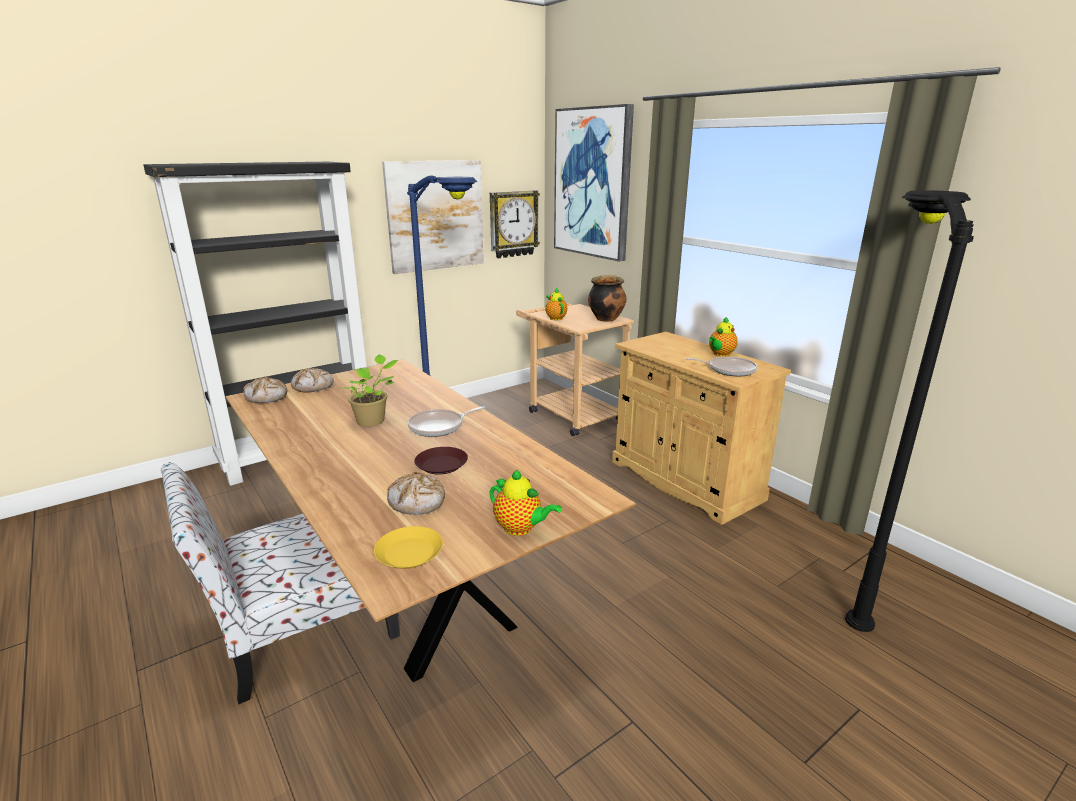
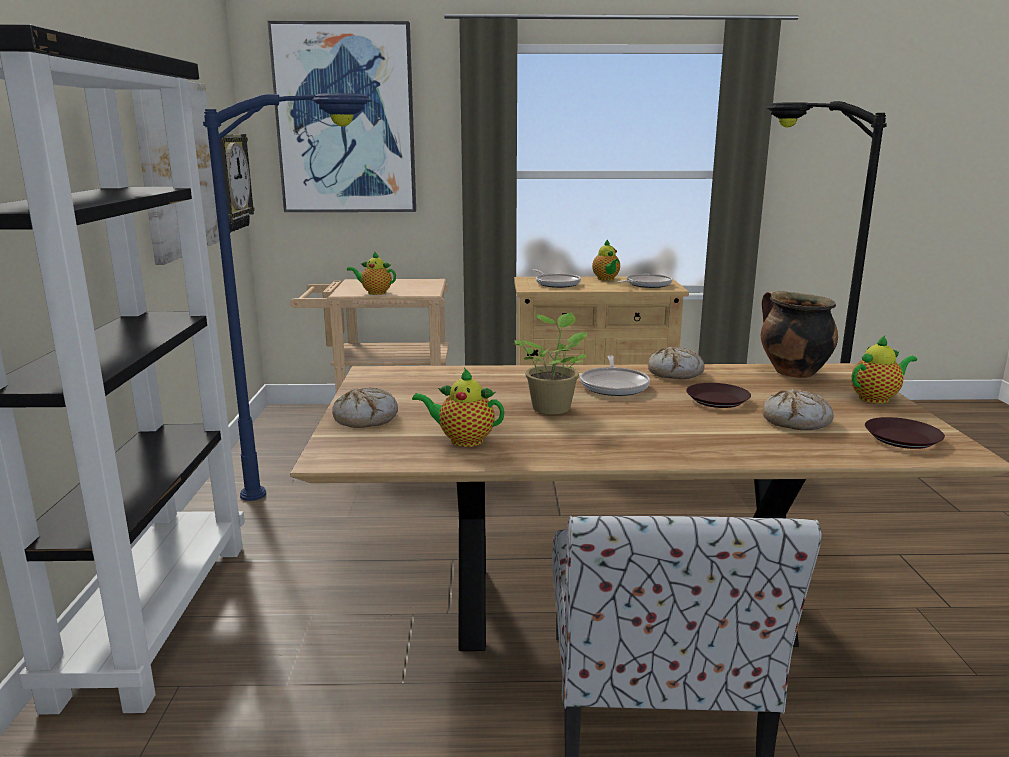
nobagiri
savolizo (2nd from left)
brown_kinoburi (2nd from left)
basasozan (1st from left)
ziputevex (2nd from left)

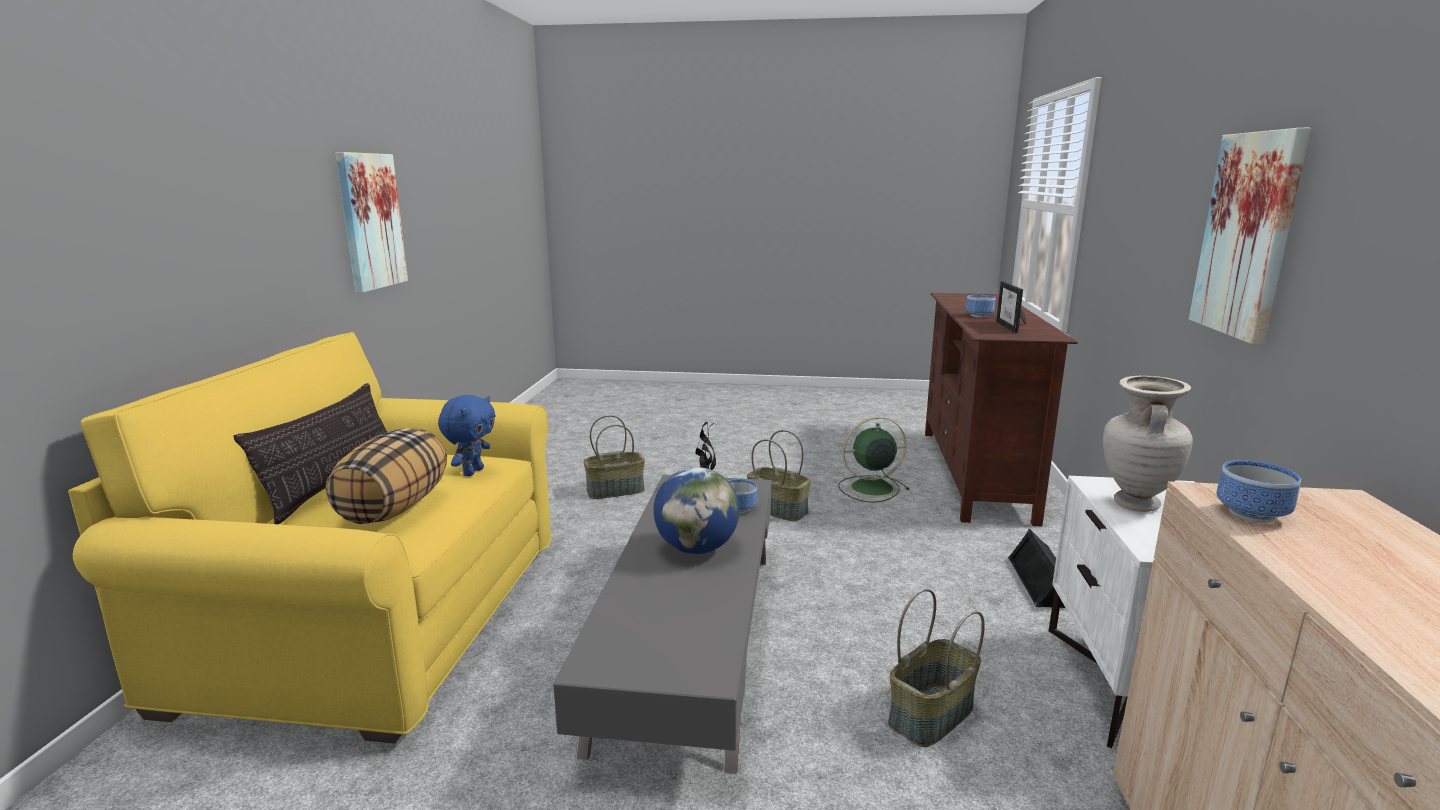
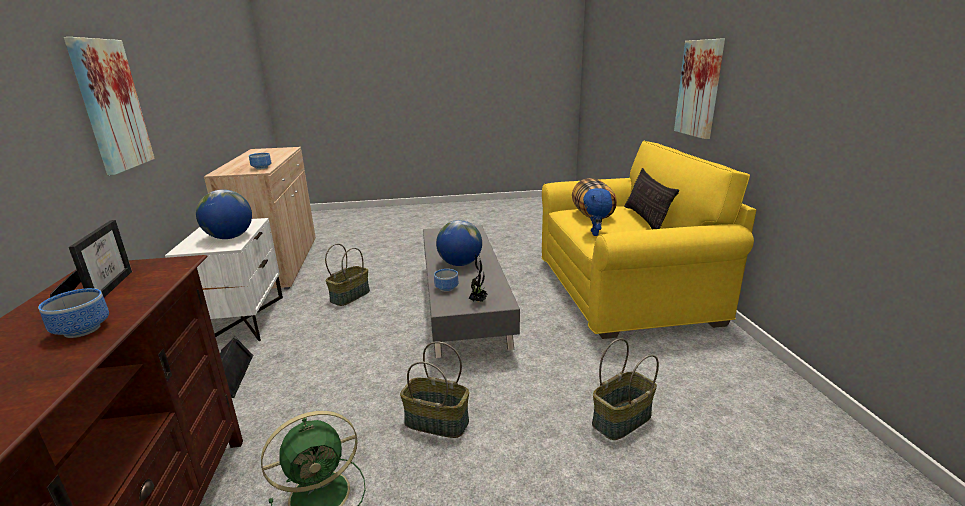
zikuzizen (2nd from left)
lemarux (1st from left)

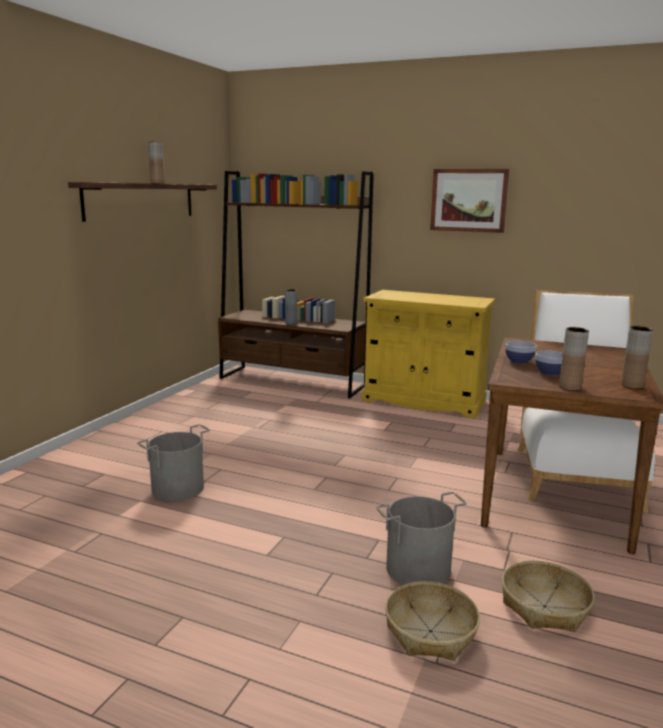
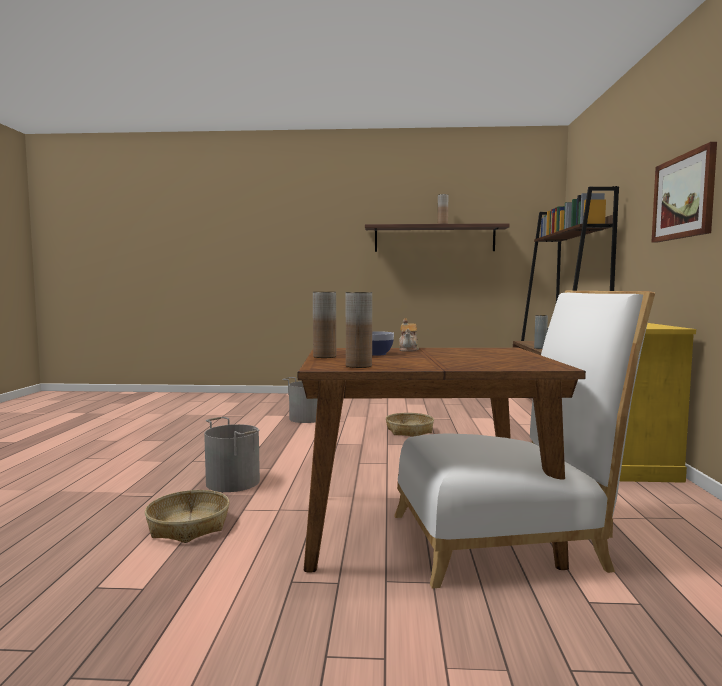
ziputevex
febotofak (2nd from left)

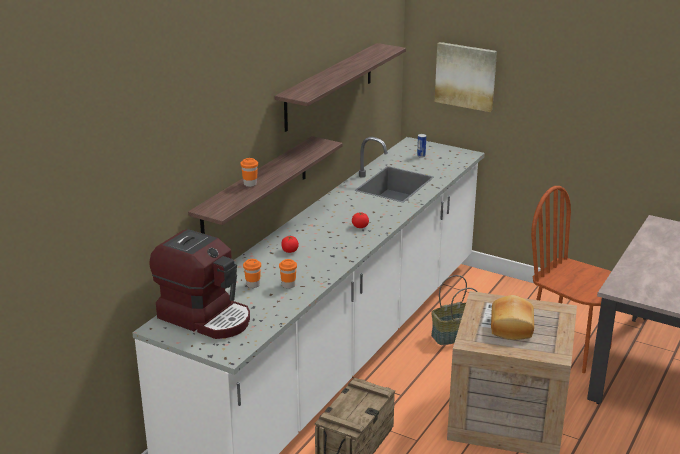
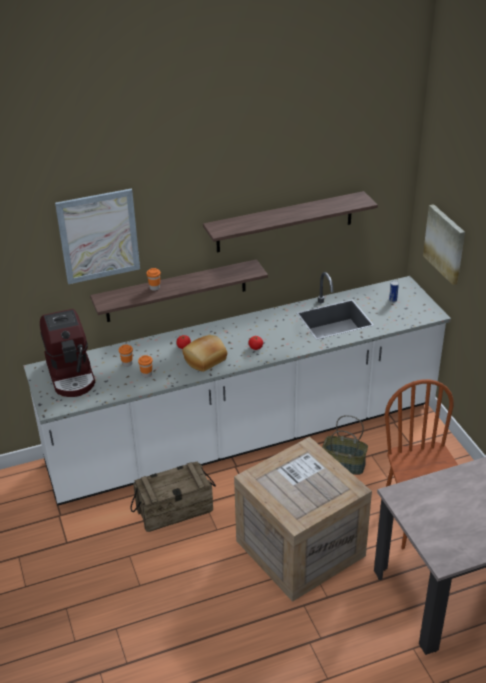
savolizo
zikuzizen (1st from left)

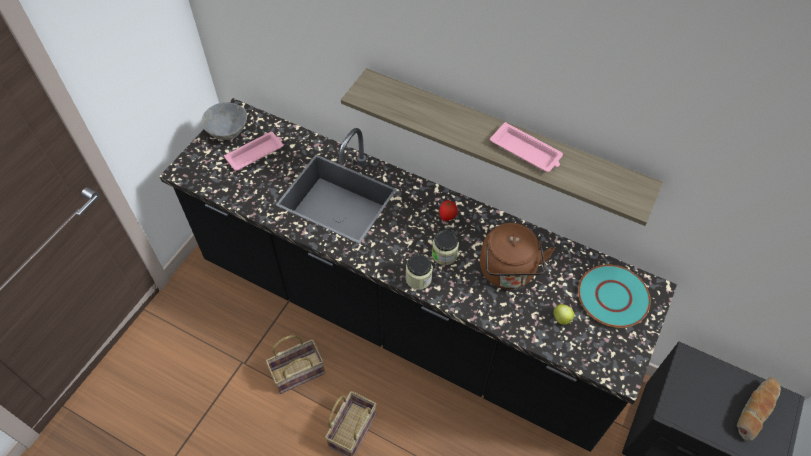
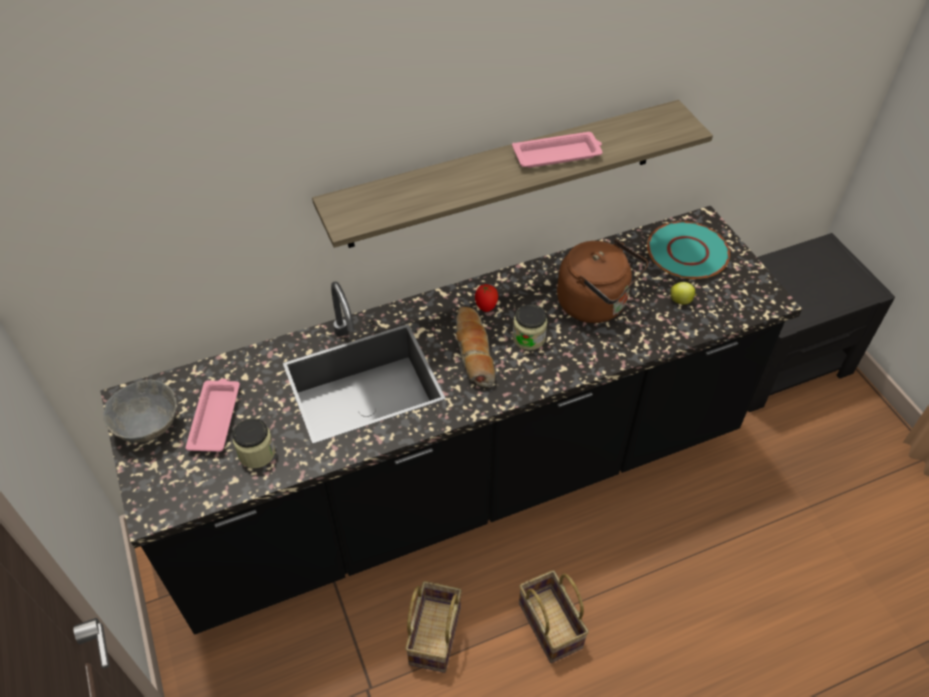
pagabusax (1st from left)
savolizo

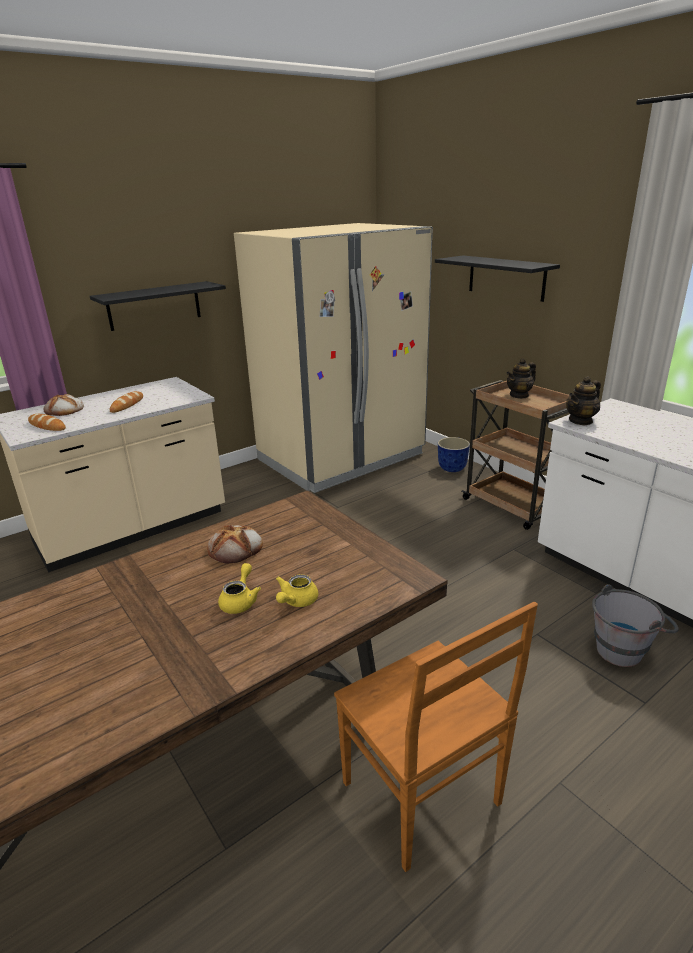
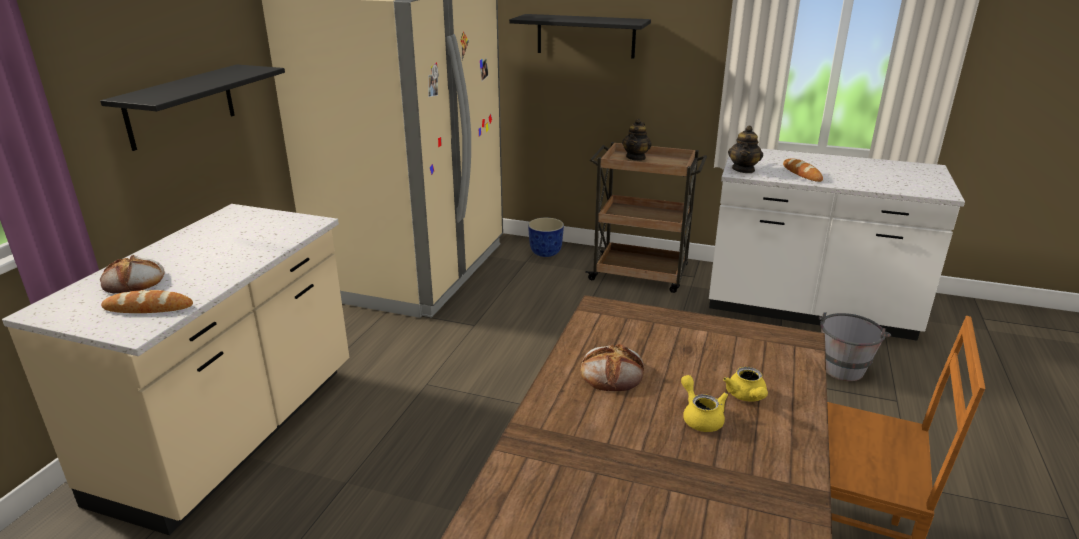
savolizo (4th from left)

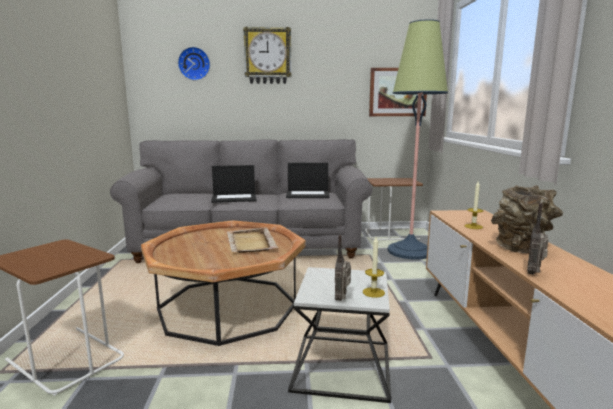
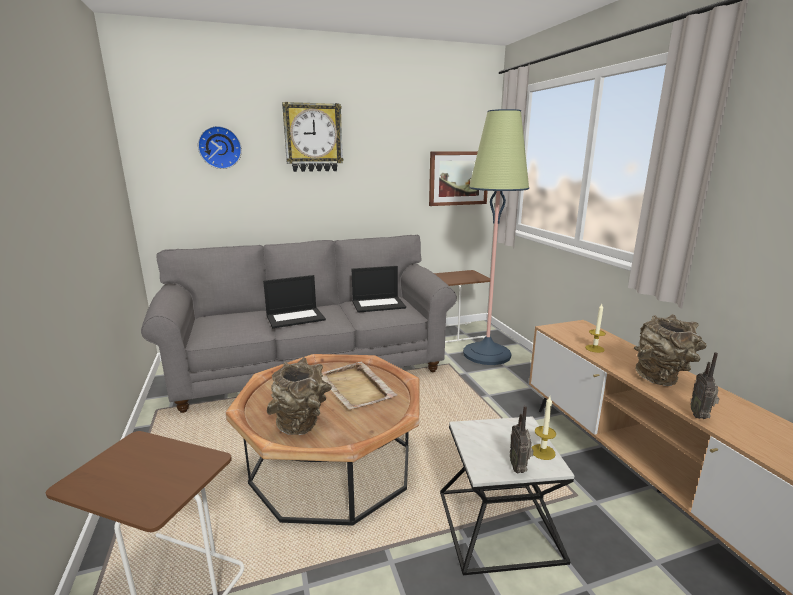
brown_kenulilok (1st from left)

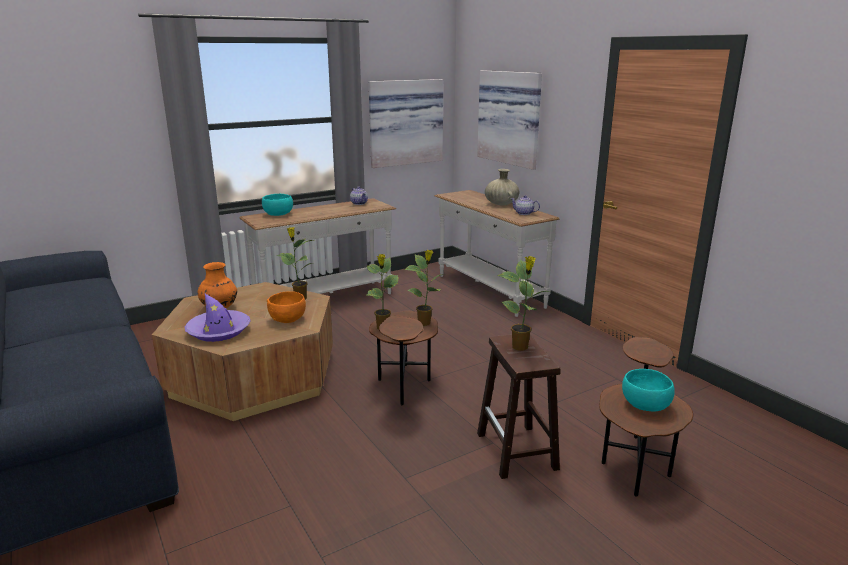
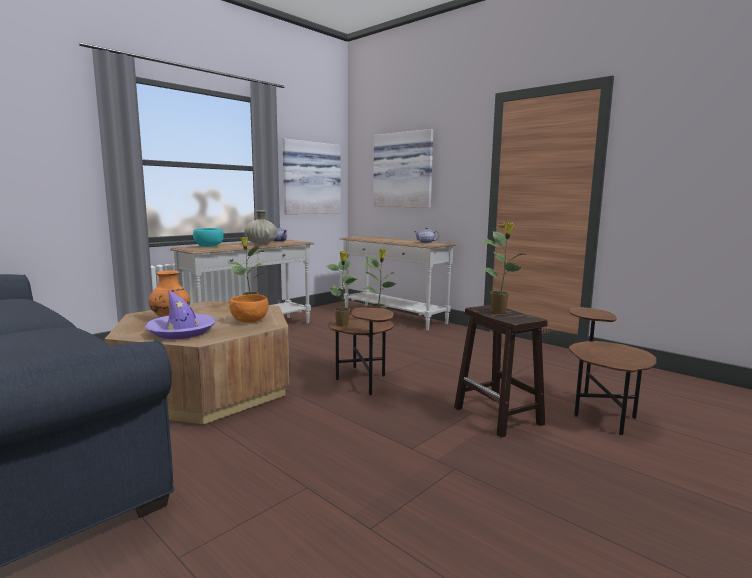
beige_kenulilok
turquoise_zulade (2nd from left in the first image)

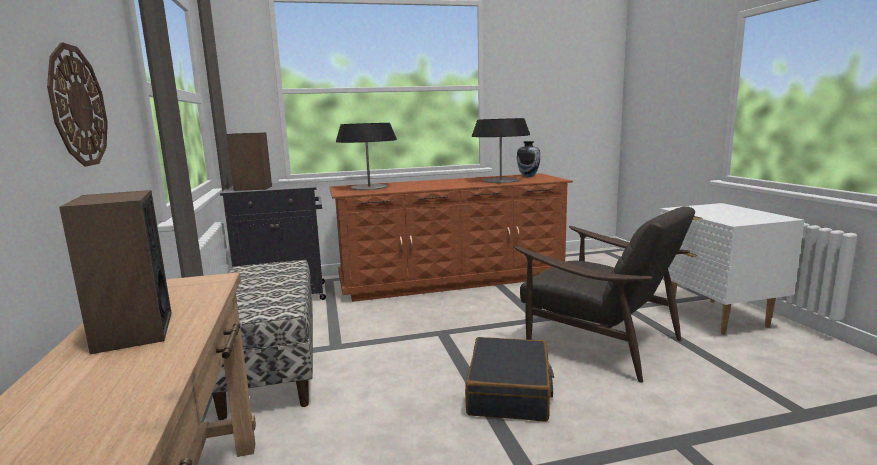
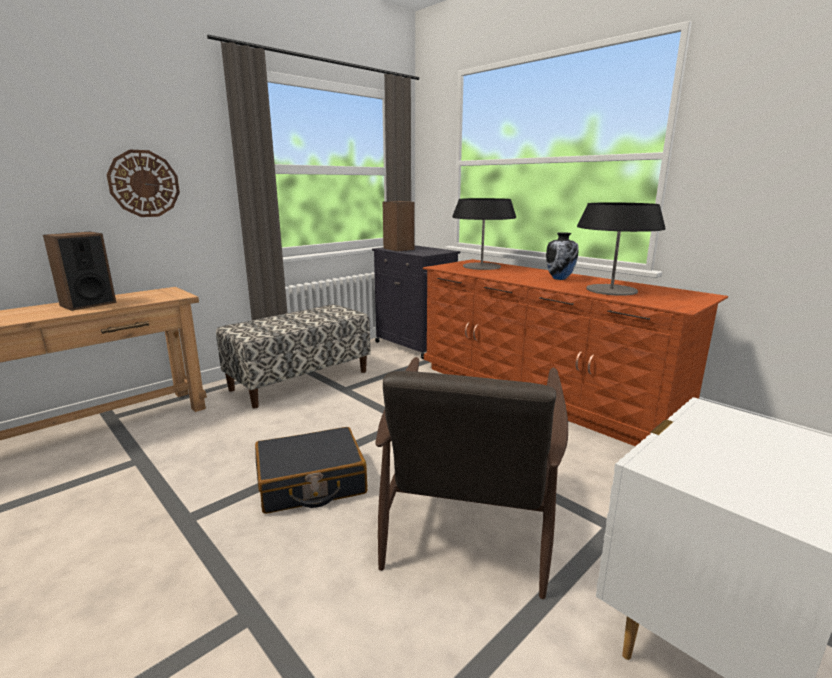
kenulilok

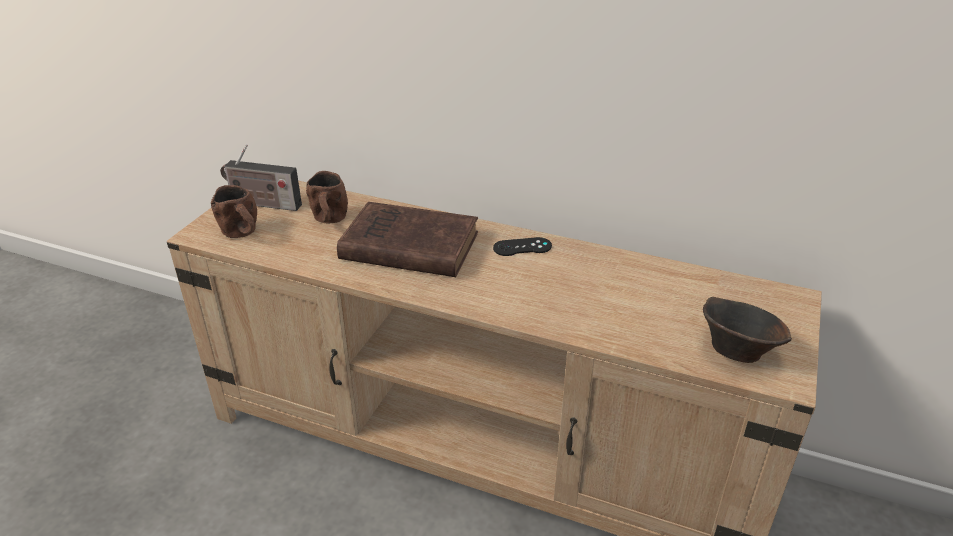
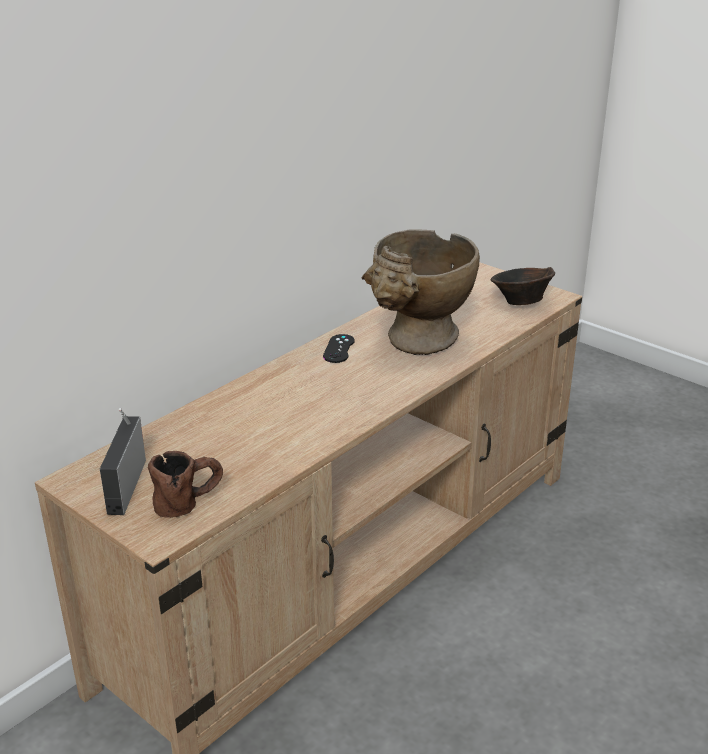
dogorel
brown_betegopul (2nd from left in the first image)
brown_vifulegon
beige_kenulilok

